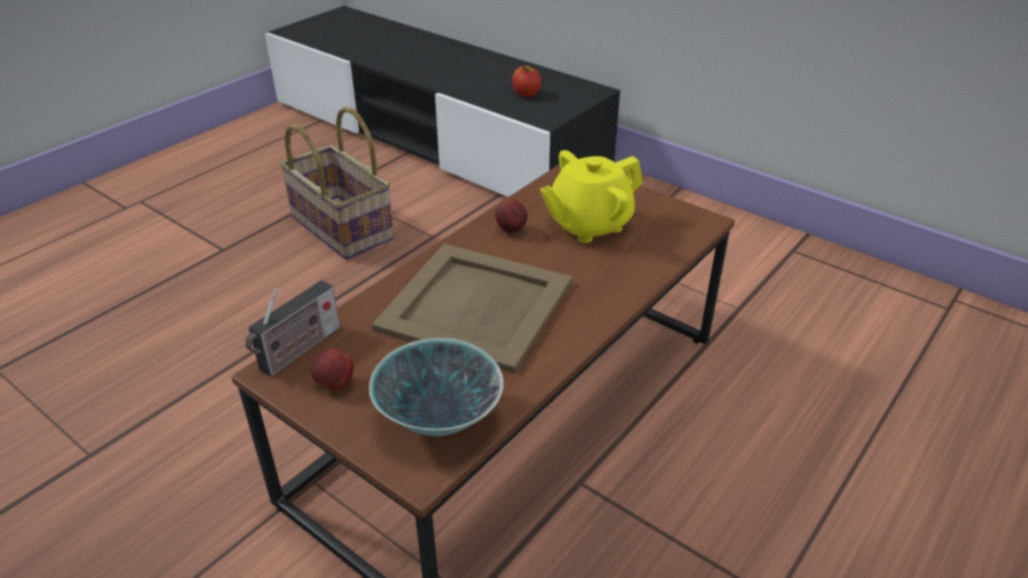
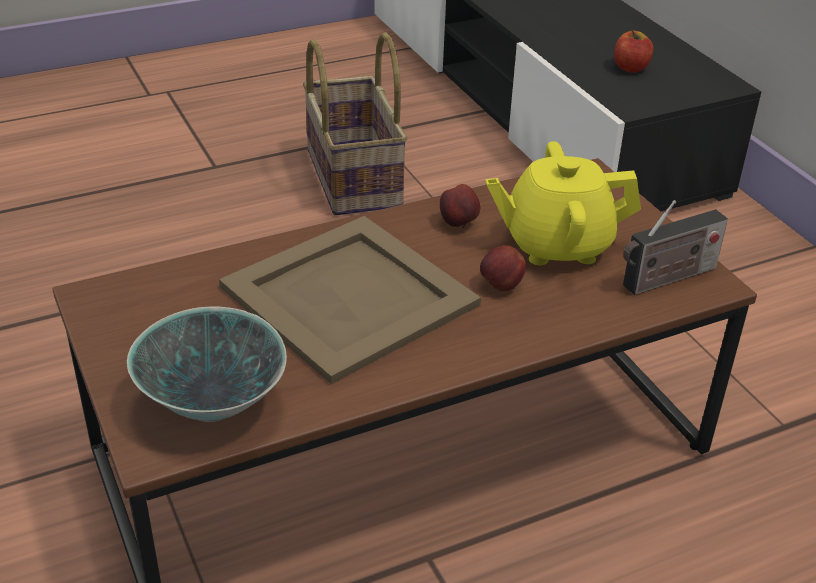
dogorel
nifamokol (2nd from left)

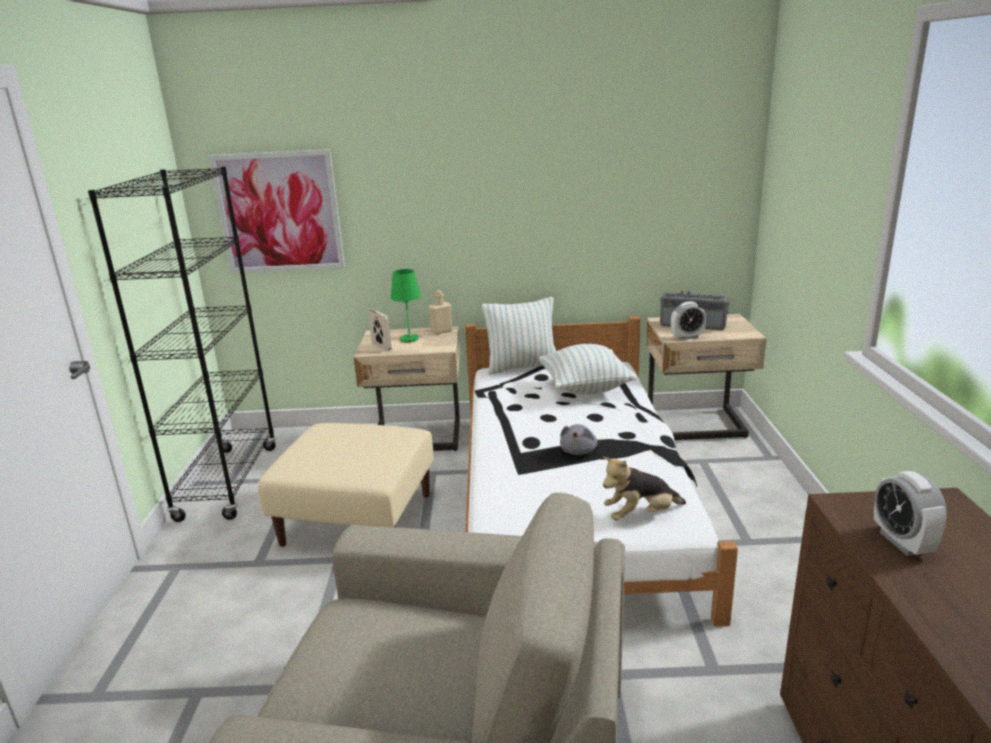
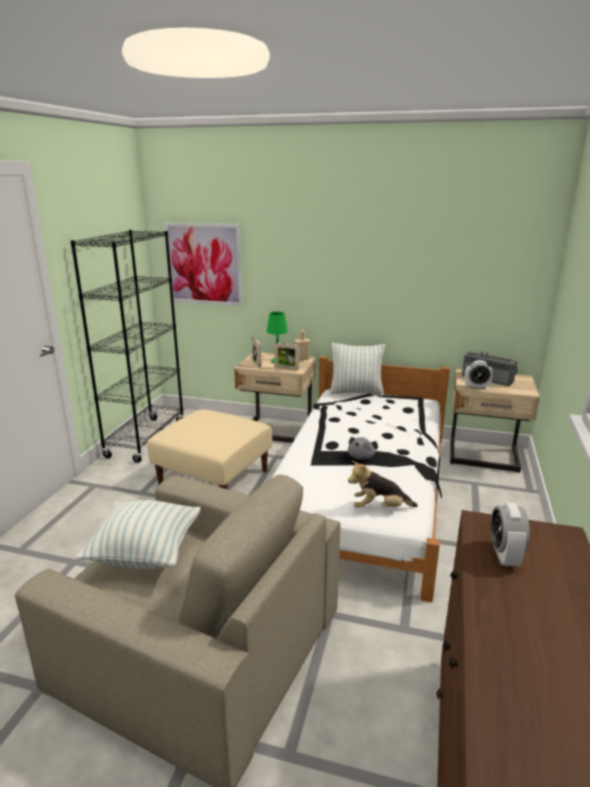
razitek (1st from left)
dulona (2nd from left)

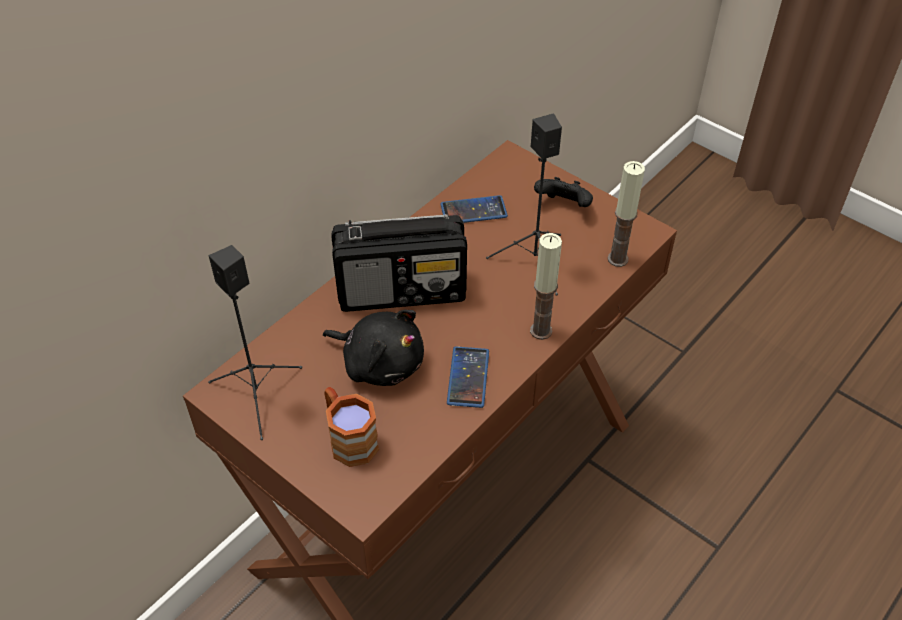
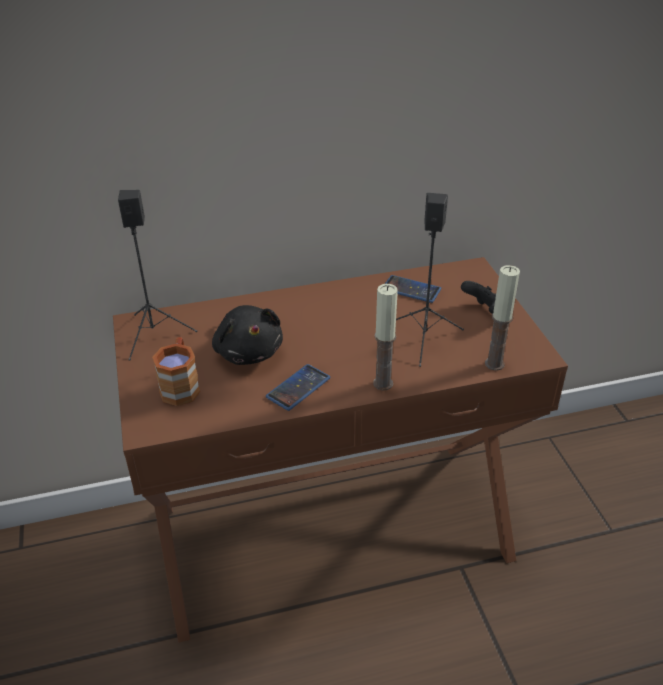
dogorel

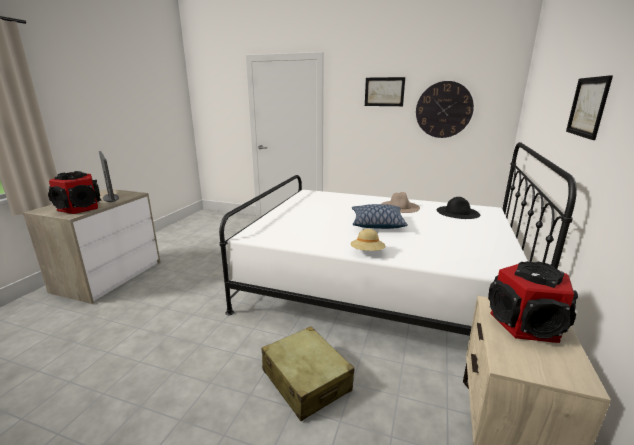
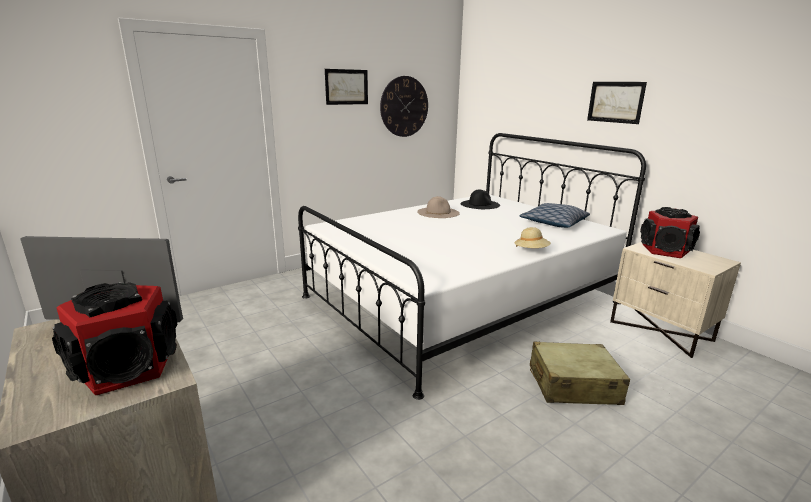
razitek

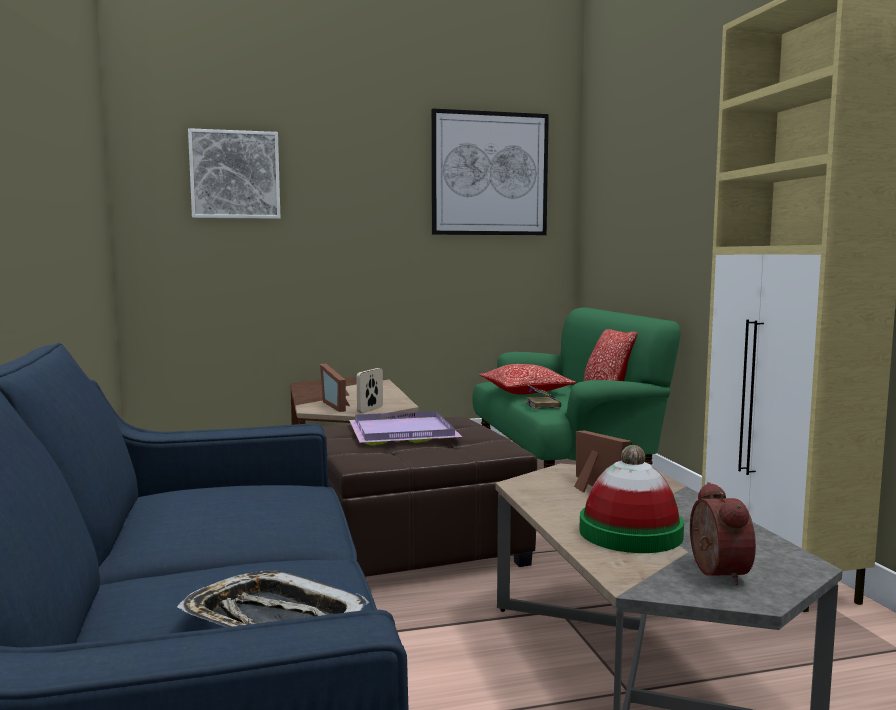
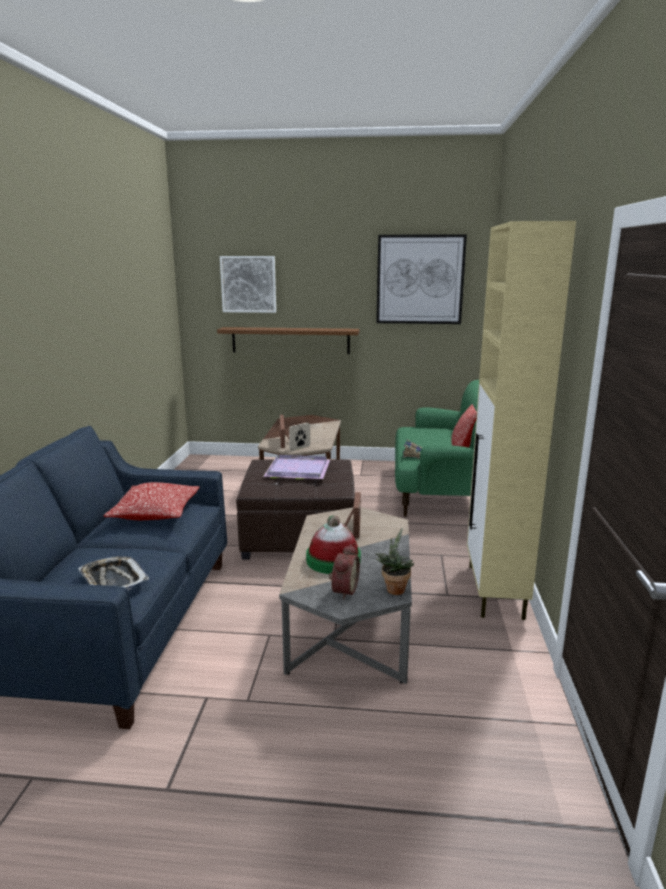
razitek (1st from left)
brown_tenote
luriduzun

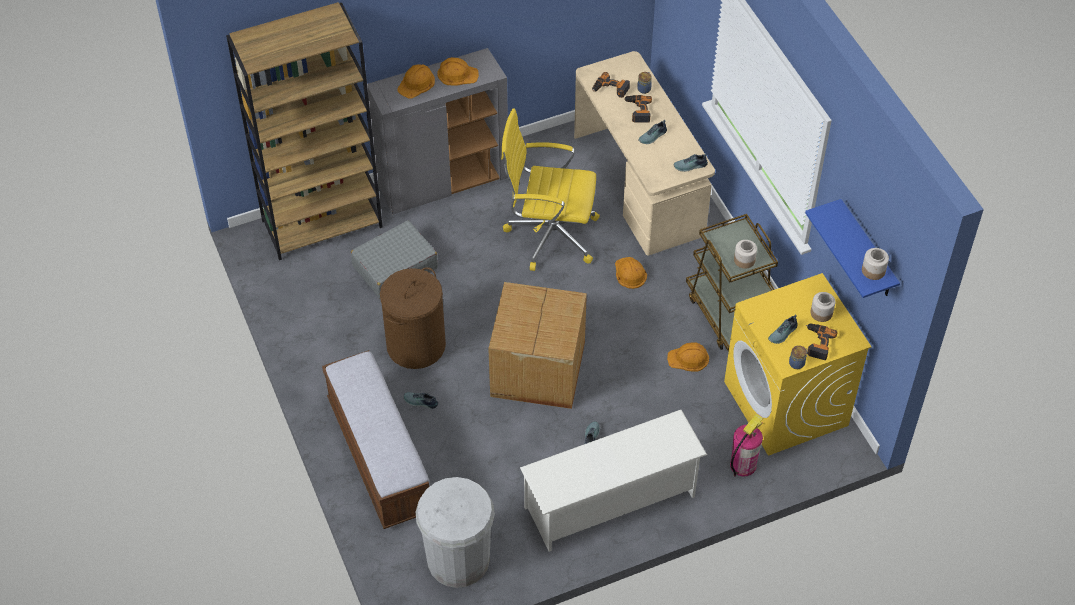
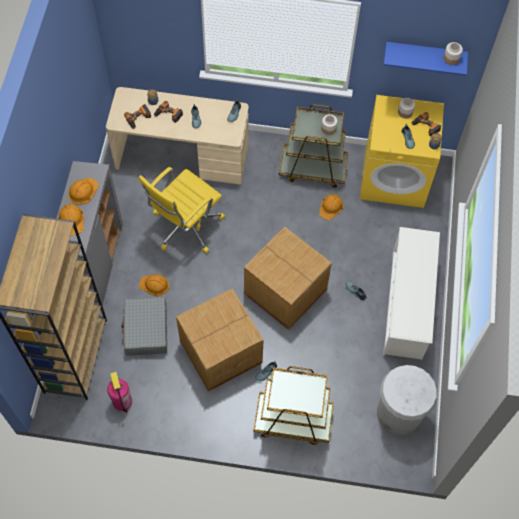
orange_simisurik (3rd from left)
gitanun (1st from left)
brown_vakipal (1st from left)
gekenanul

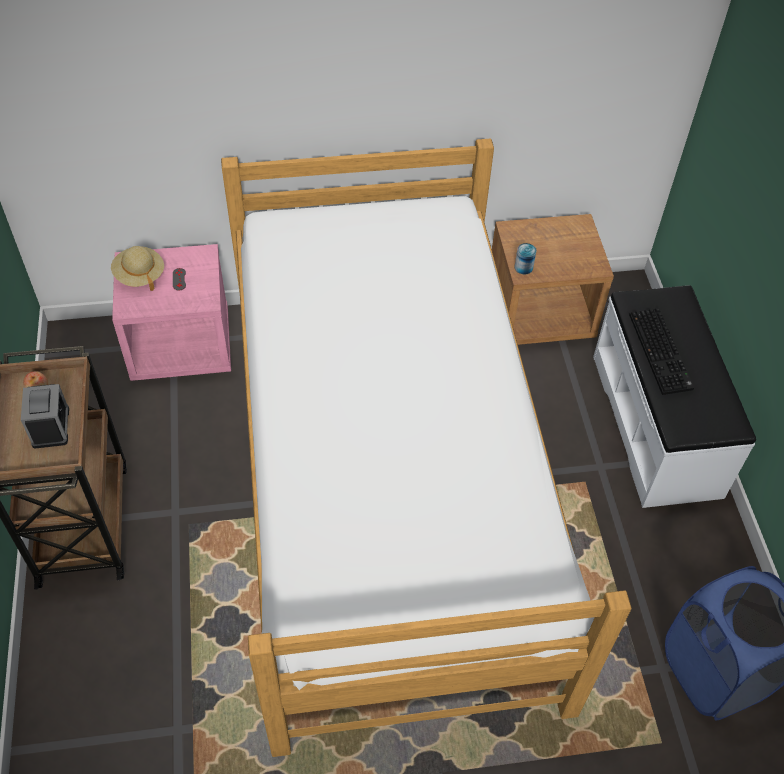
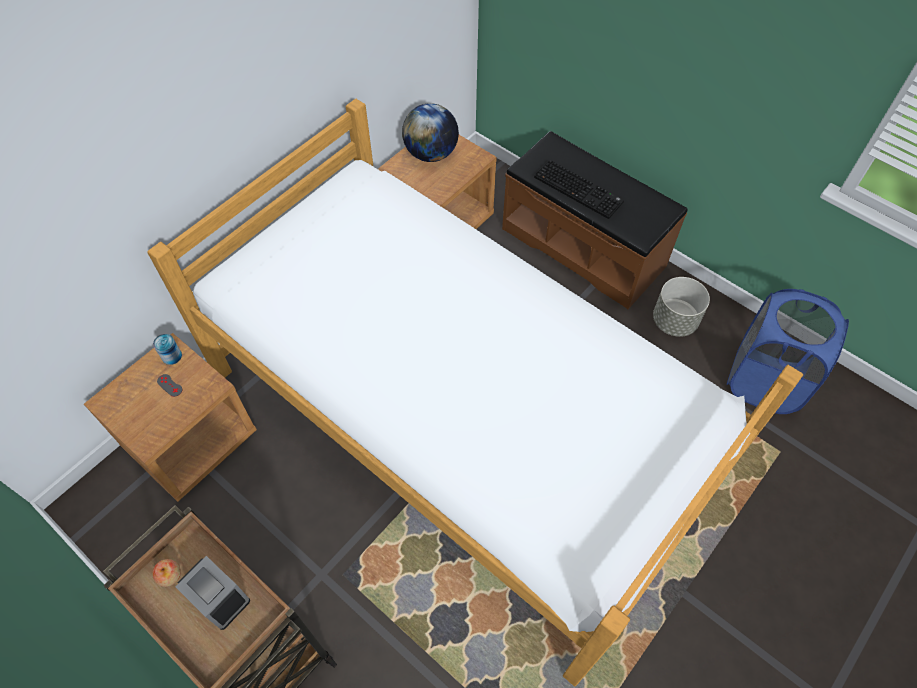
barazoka
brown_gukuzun (1st from left)
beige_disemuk
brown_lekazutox
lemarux
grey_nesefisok

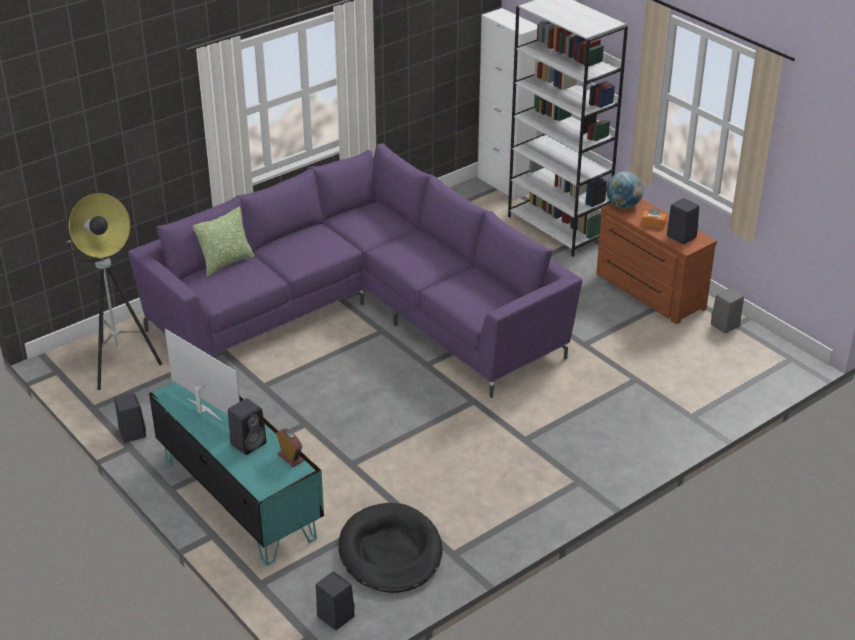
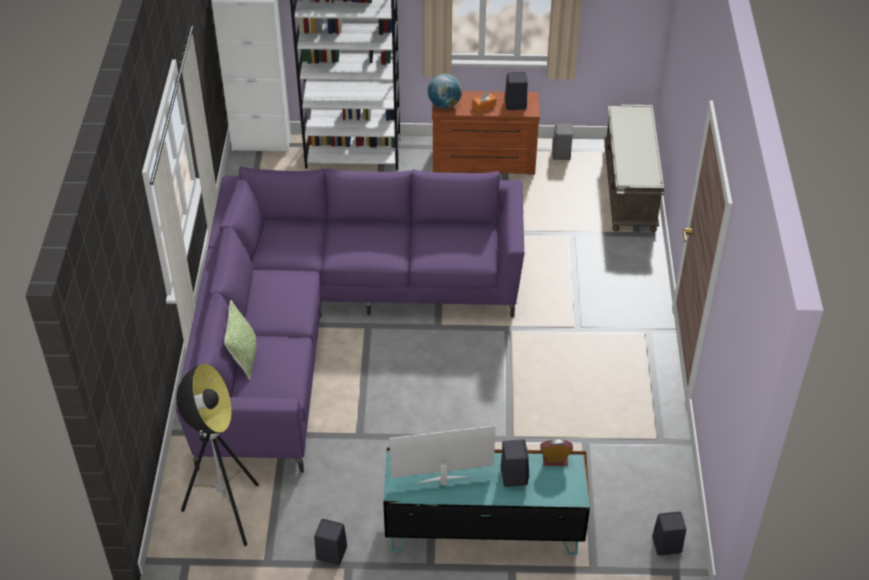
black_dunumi
brown_lekazutox

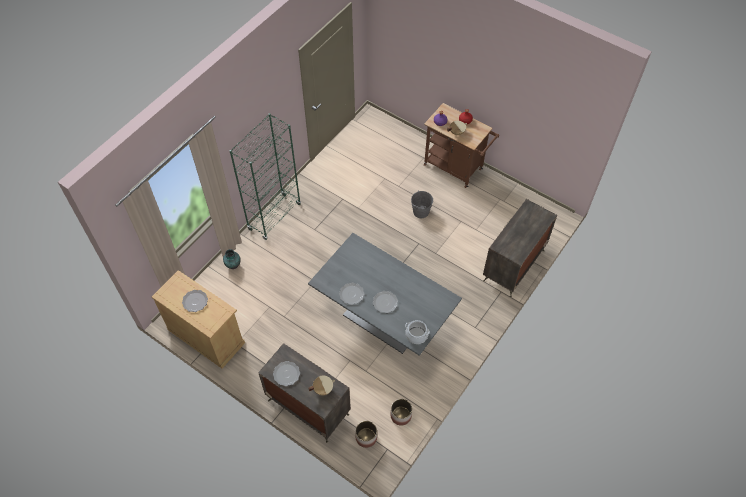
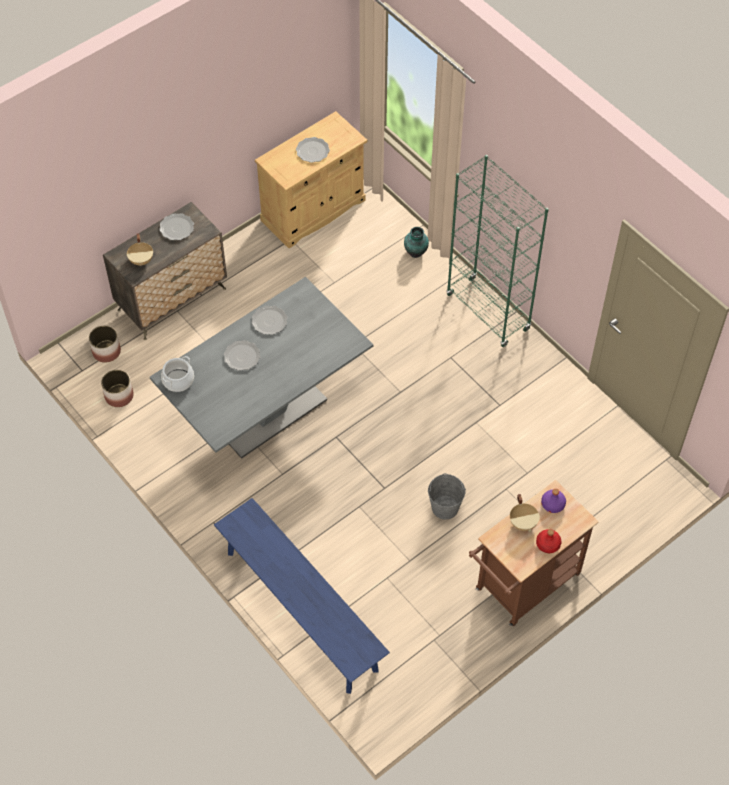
blue_lekazutox

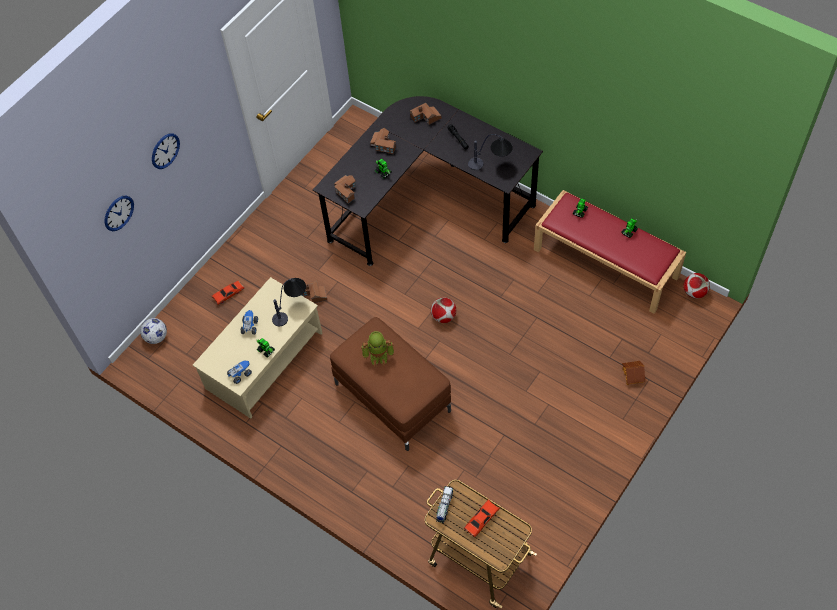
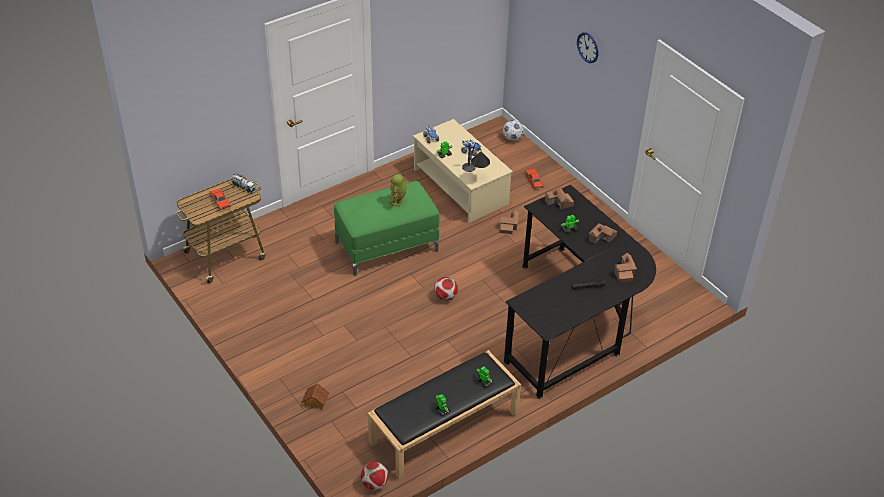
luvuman (2nd from left in the first image)
black_lekazutox
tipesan (1st from left in the first image)
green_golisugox

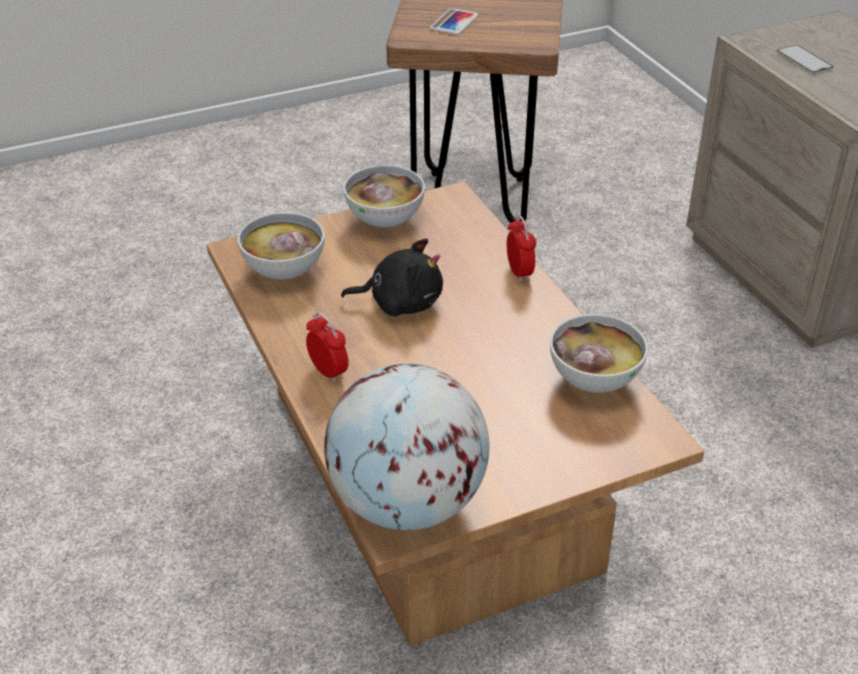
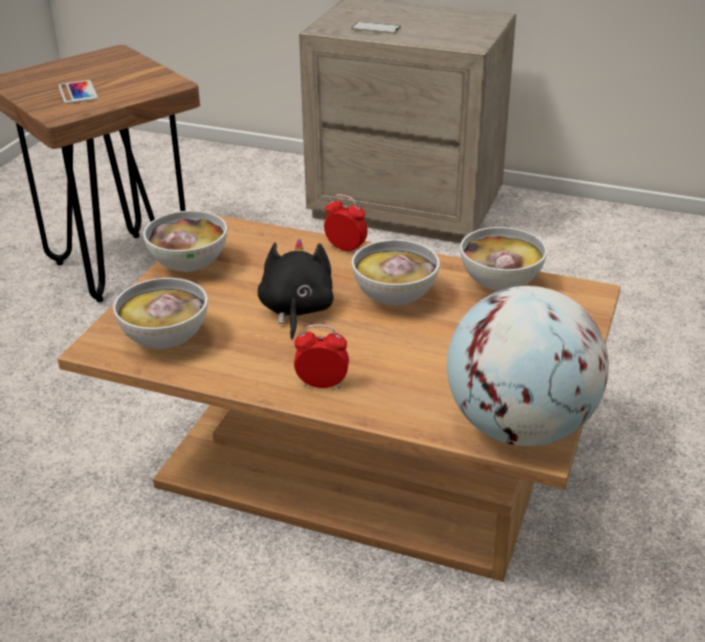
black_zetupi
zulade (3rd from left)

